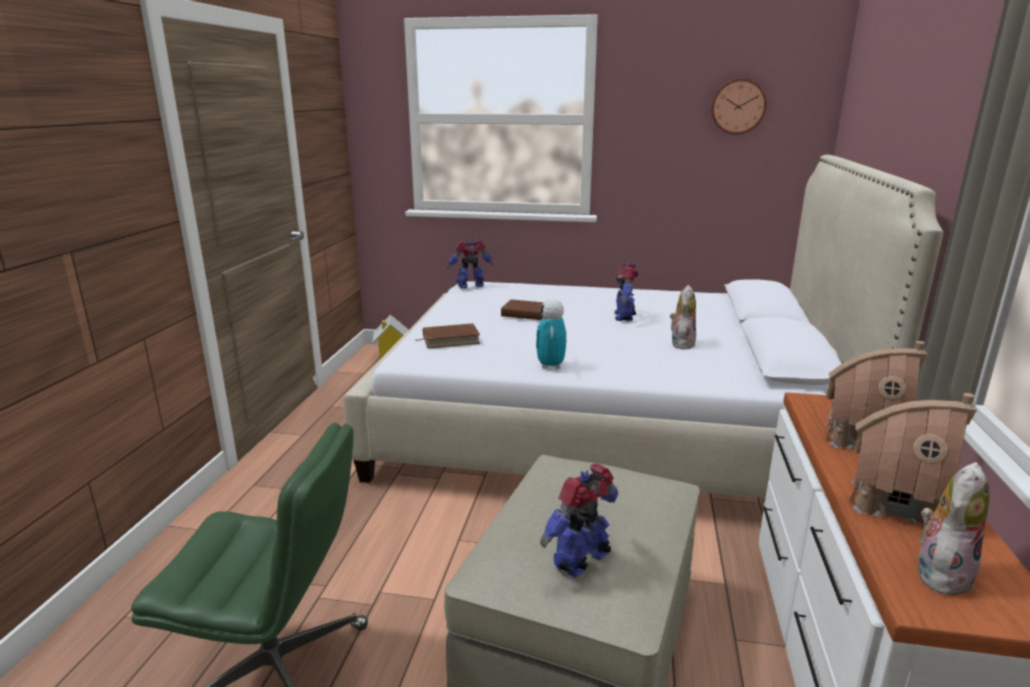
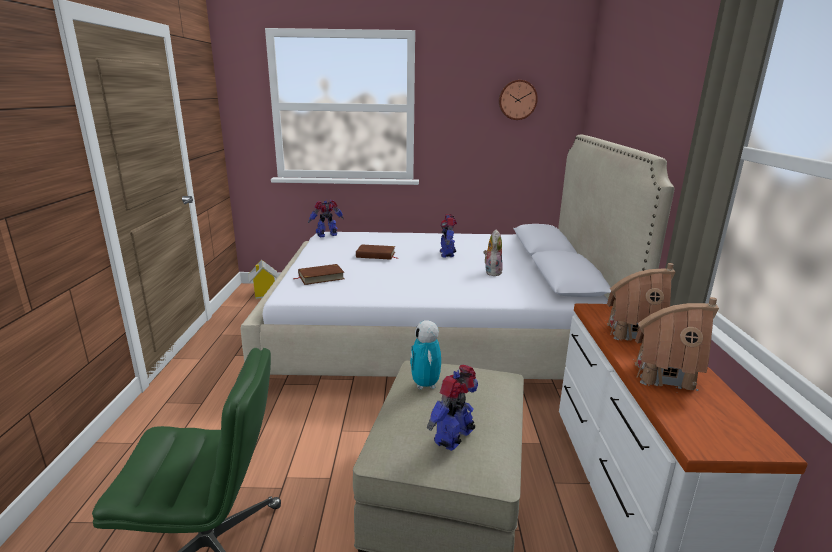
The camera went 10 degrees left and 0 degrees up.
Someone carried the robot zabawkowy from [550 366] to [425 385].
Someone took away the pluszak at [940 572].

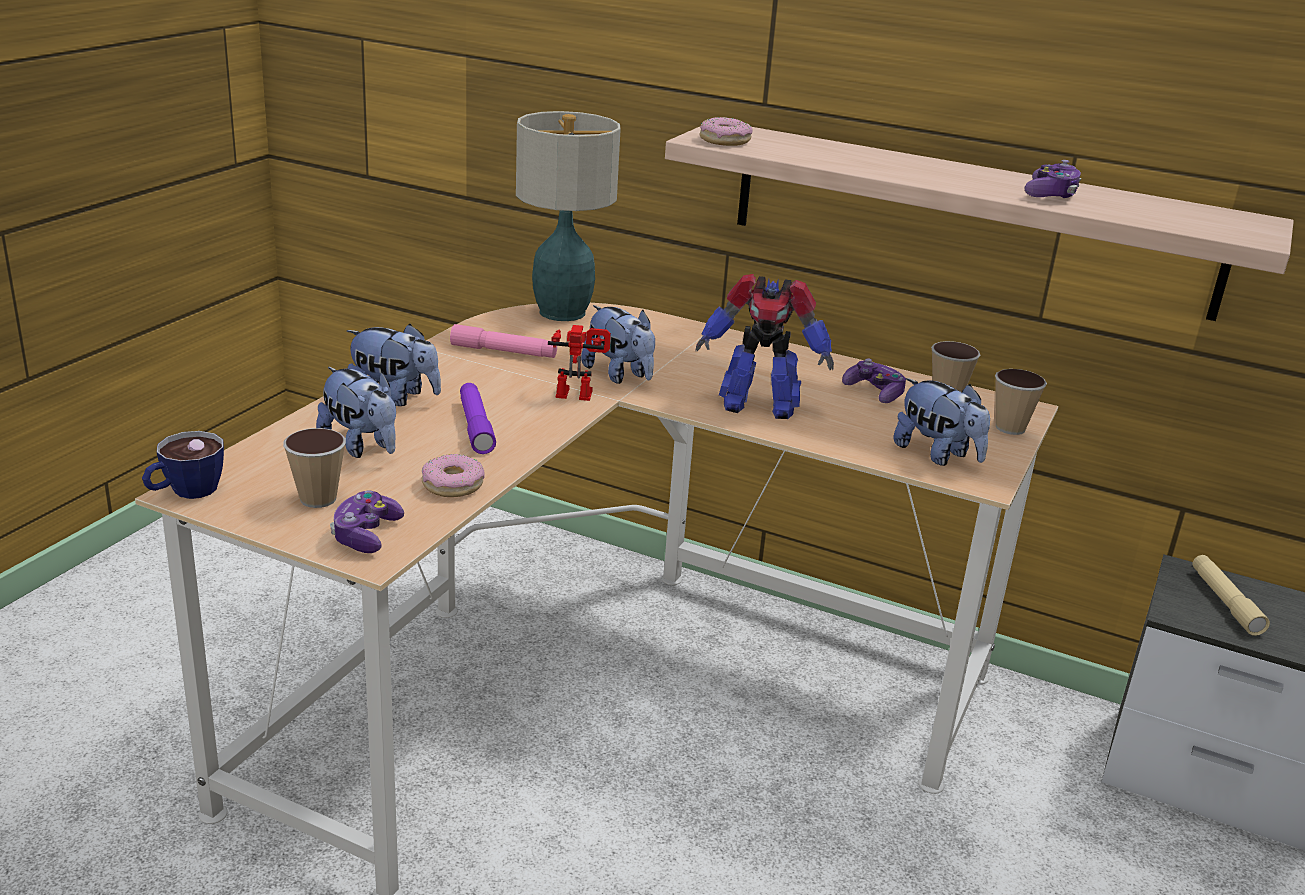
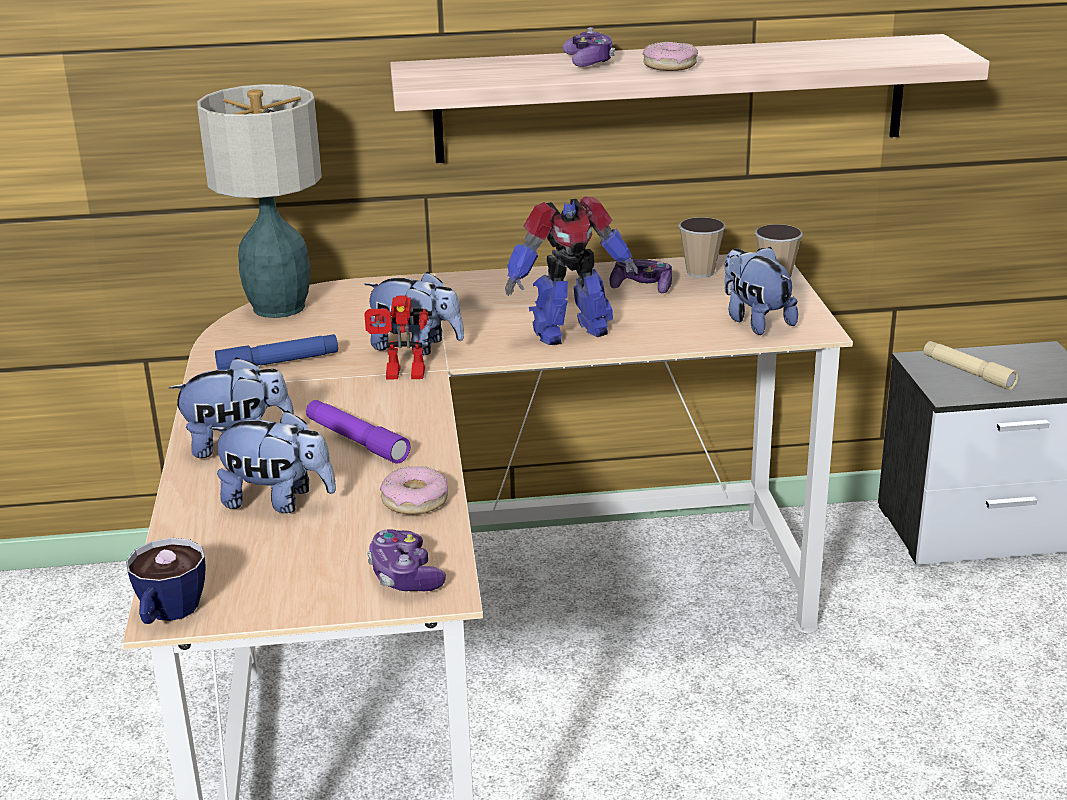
The camera went 30 degrees left and 0 degrees up.
Someone carried the donut from [725 140] to [670 65].
Someone carried the pad do gier from [1050 194] to [589 61].
Someone repainted the latarka/różowy at [503 352], which became the latarka/niebieski at [278 363].
Someone rotated the robot zabawkowy at [577 392] by 150 degrees counterclockwise.
Someone rotated the pluszak at [937 455] by 135 degrees counterclockwise.
Someone took away the filiżanka at [318 499].

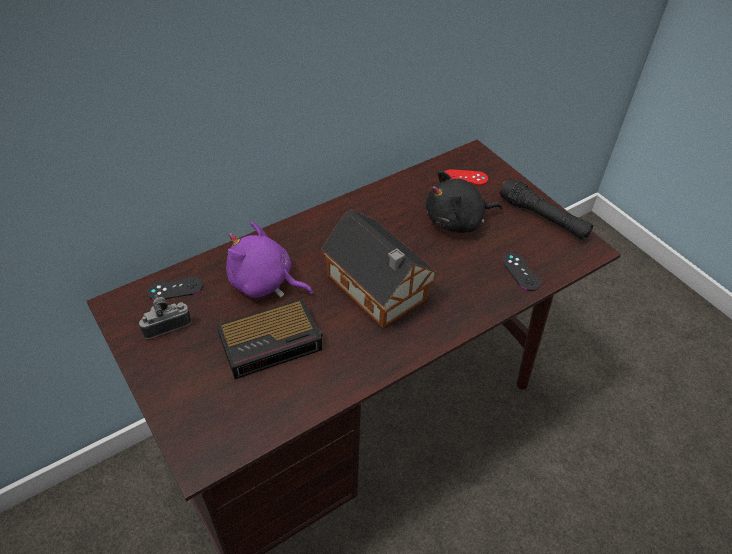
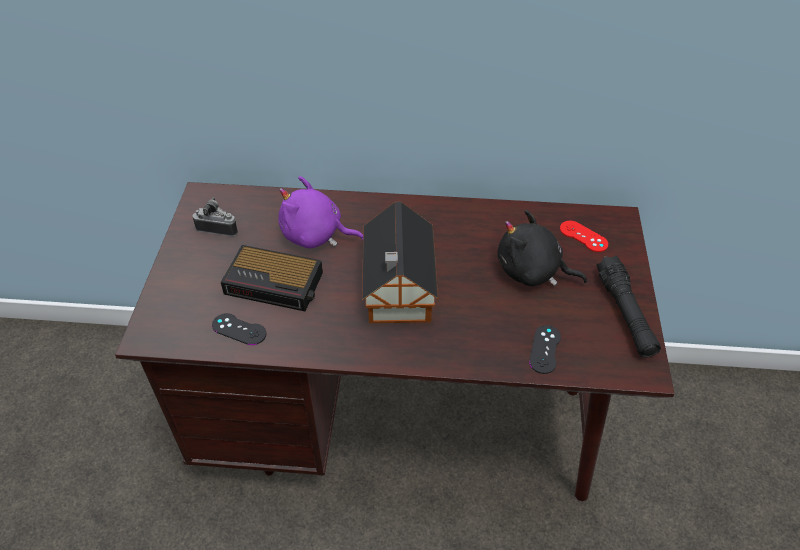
The camera went 40 degrees right and 0 degrees up.
Someone rotated the pluszak/fioletowy at [264 283] by 45 degrees counterclockwise.
Someone carried the pad do gier/czarny from [175 288] to [239 329].

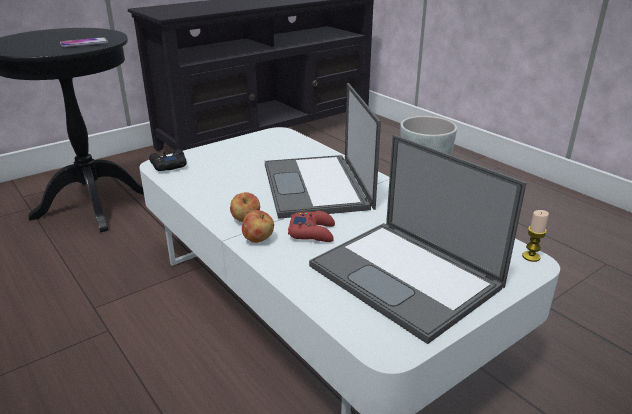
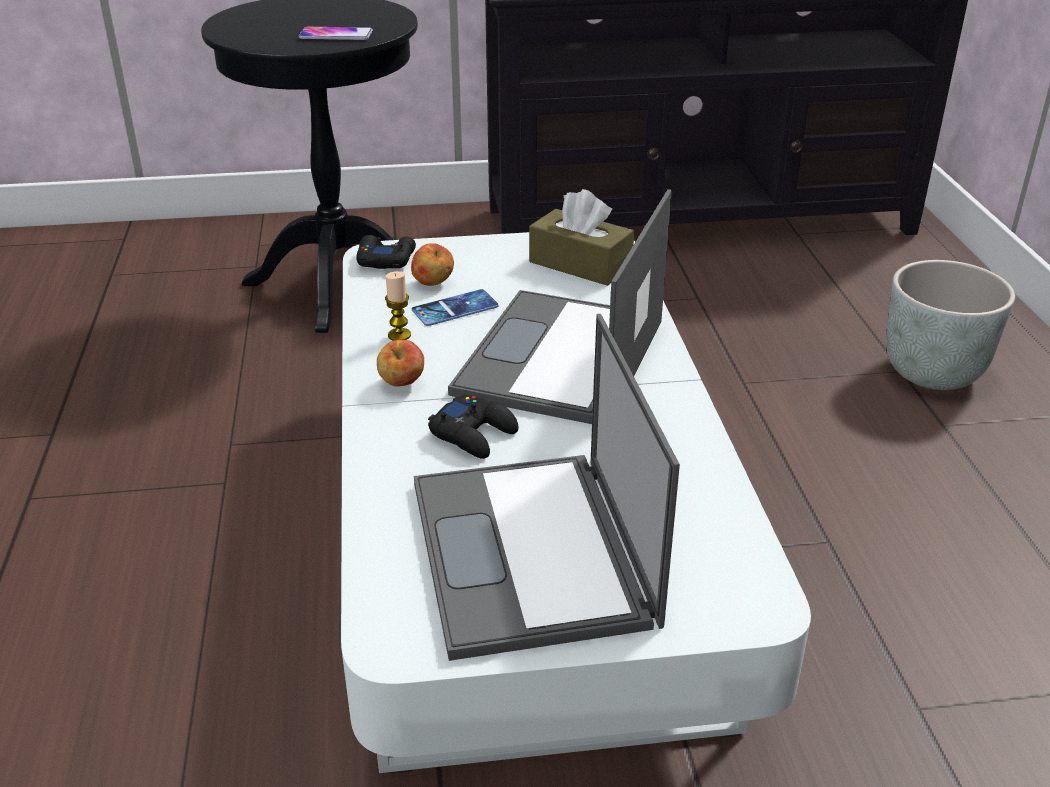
The camera went 30 degrees right and 5 degrees up.
Someone carried the jabłko from [258 239] to [433 283].
Someone carried the świeca from [531 257] to [399 335].
Someone repainted the pad do gier/czerwony at [312 232], which became the pad do gier/czarny at [474 434].
Someone put down the pudełko chusteczek/brązowy at [580 264].
Someone put down the telefon at [455 308].

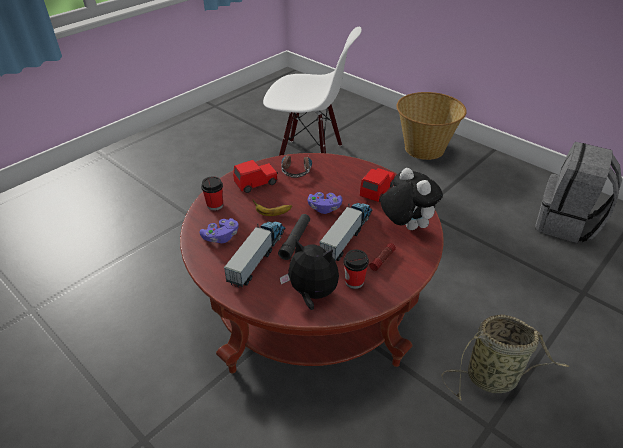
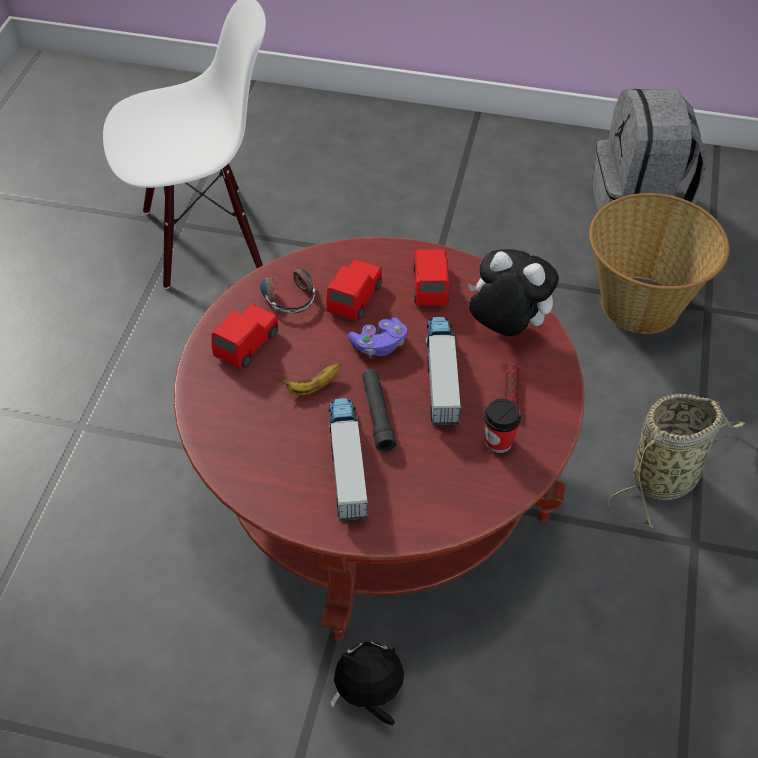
The camera went 30 degrees left and 10 degrees up.
Someone carried the koszyk from [424 149] to [641 306].
Someone took away the filiżanka at [215 205].
Someone took away the pad do gier/fioletowy at [221 237].
Someone carried the pluszak from [311 294] to [369 695].
Someone put down the samochodzik/czerwony at [355 298].

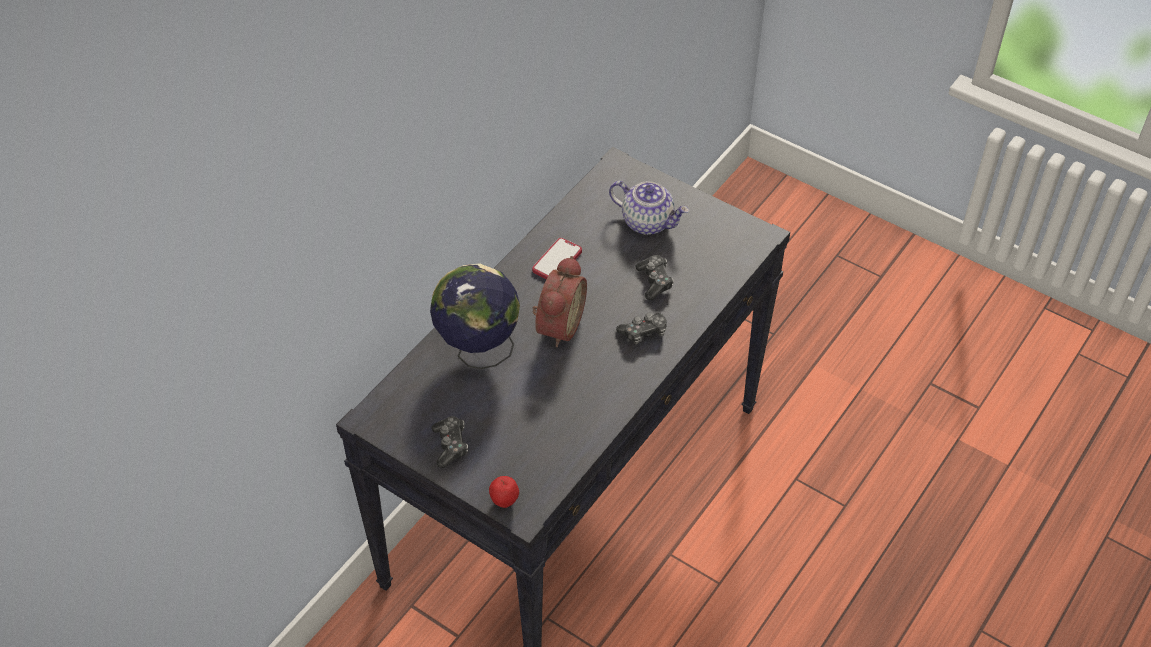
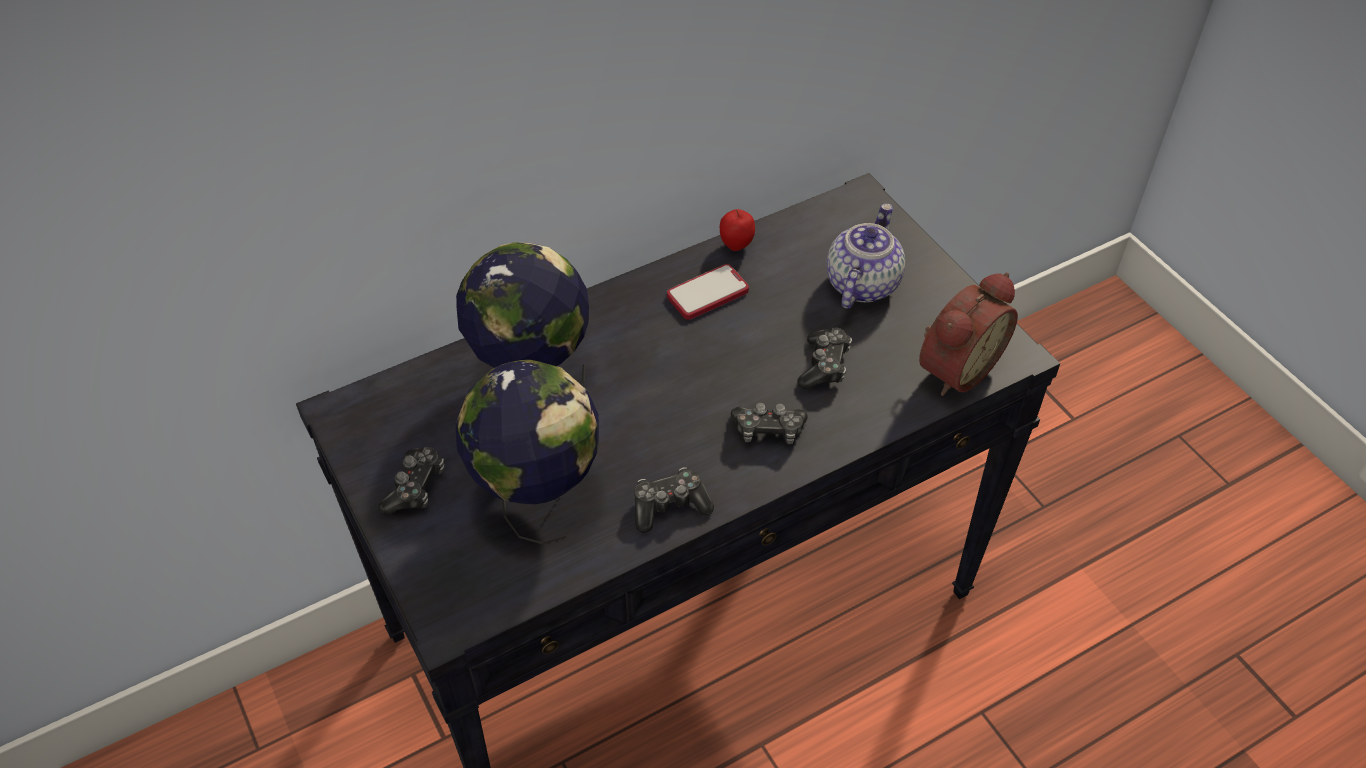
The camera went 25 degrees right and 0 degrees up.
Someone rotated the imbryk at [648 222] by 120 degrees counterclockwise.
Someone carried the budzik from [557 325] to [955 367].
Someone carried the jabłko from [504 502] to [736 246].
Someone put down the globus at [537 495].
Someone put down the pad do gier at [669 506].

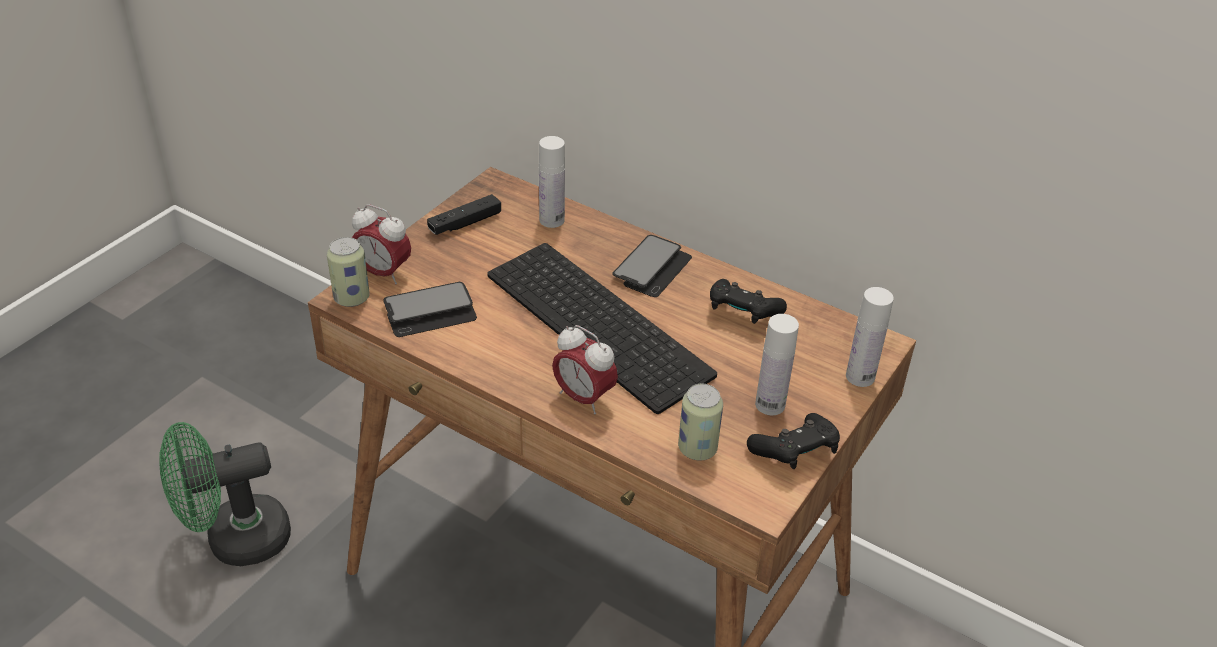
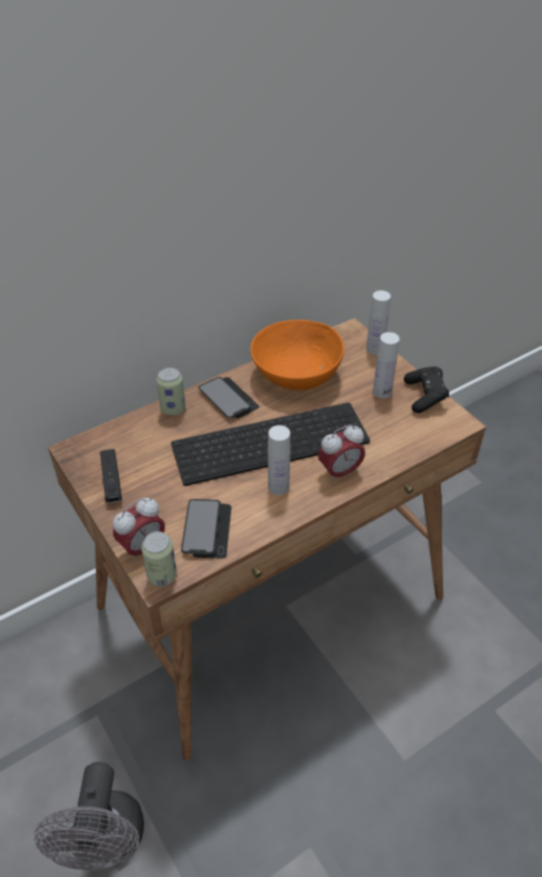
The camera went 65 degrees left and 5 degrees up.
Someone carried the butelka/biały from [551 220] to [278 486].
Someone swapped the pad do gier/czarny at [742 313] for the miska/pomarańczowy at [296 374].
Someone carried the puszka from [697 449] to [173 409].
Someone repainted the wentylator/zielony at [235 540], which became the wentylator/szary at [107 844].

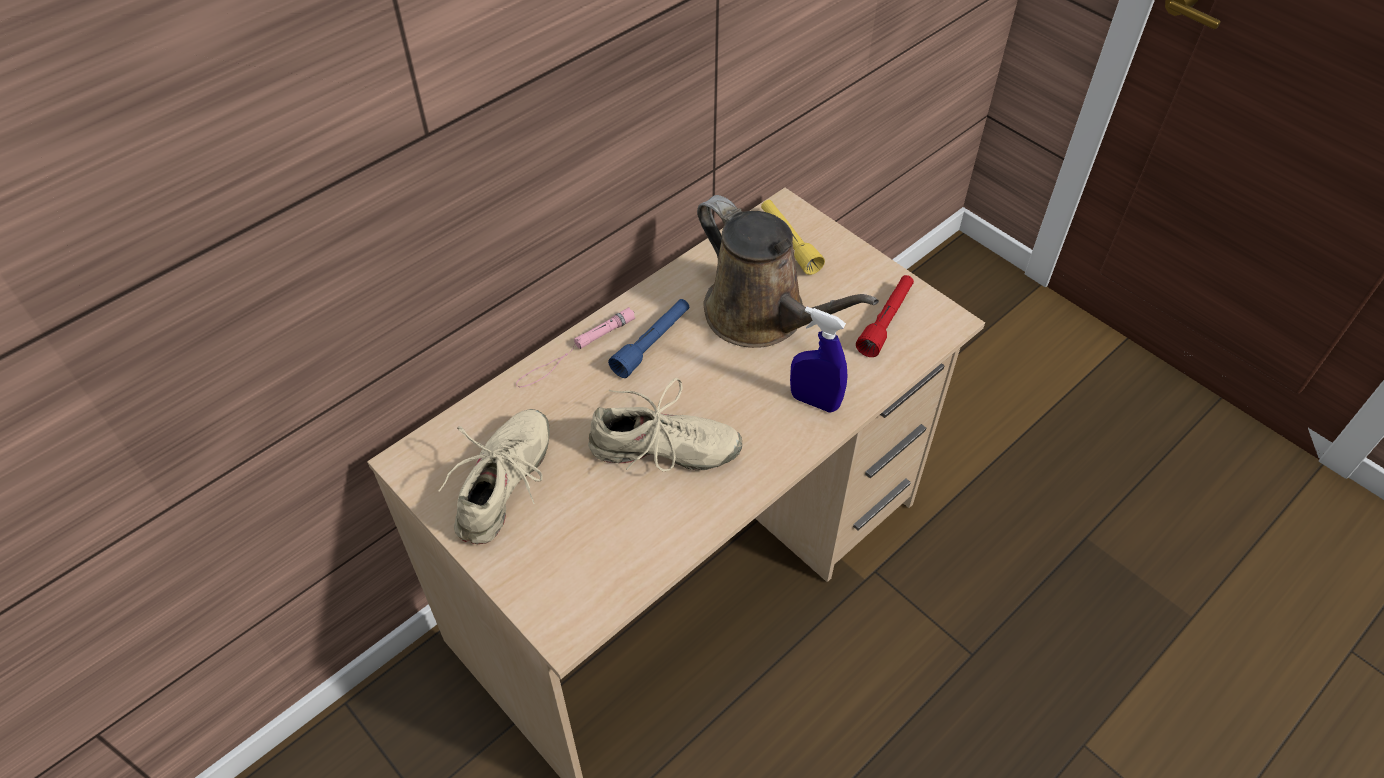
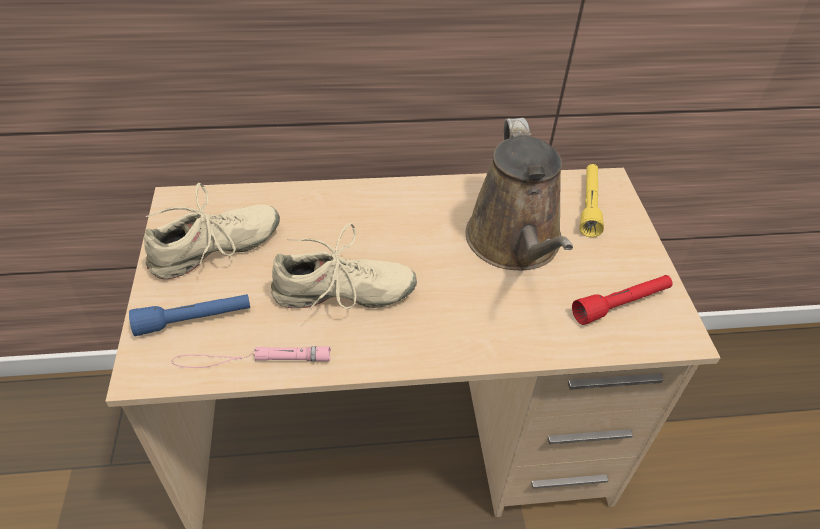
The camera went 35 degrees right and 5 degrees down.
Someone carried the latarka/niebieski from [652 343] to [194 320].
Someone carried the latarka/różowy from [576 351] to [251 360].
Someone took away the spryskiwacz/niebieski at [814 401].
Someone rotated the but/beżowy at [664 451] by 45 degrees counterclockwise.

